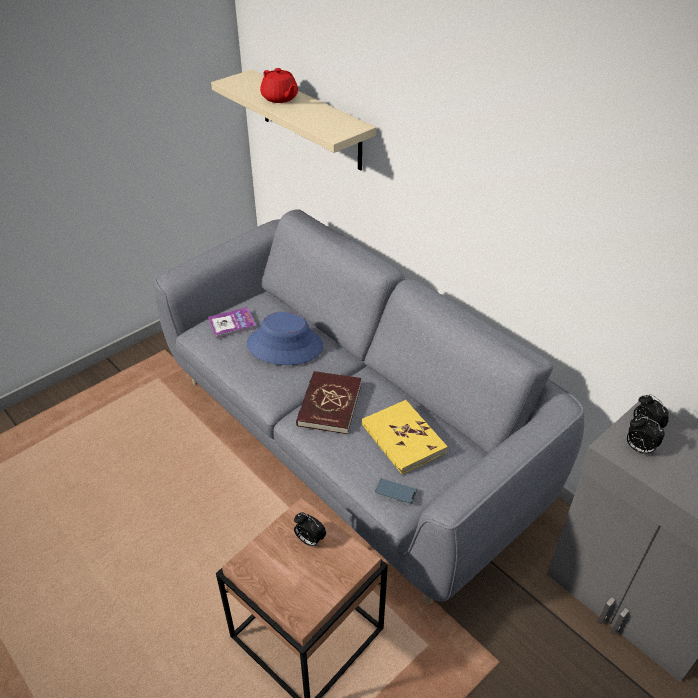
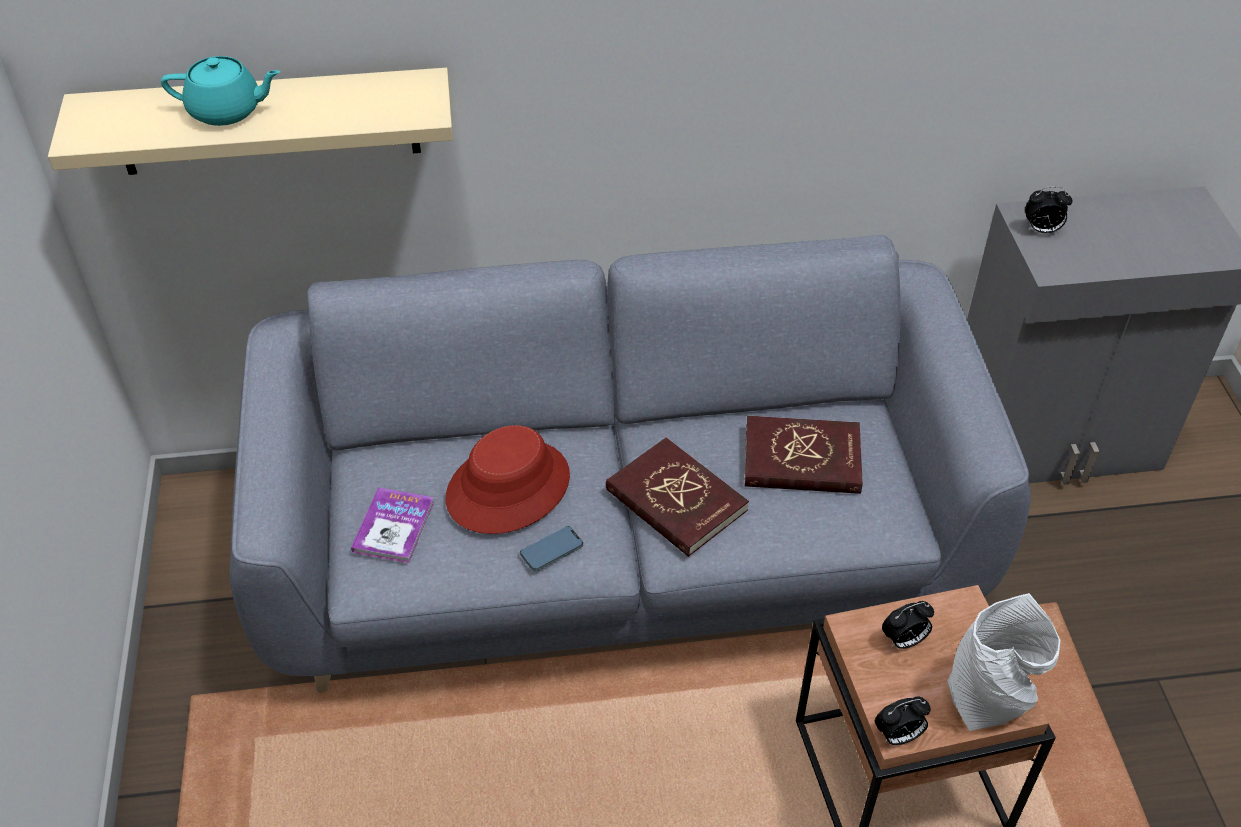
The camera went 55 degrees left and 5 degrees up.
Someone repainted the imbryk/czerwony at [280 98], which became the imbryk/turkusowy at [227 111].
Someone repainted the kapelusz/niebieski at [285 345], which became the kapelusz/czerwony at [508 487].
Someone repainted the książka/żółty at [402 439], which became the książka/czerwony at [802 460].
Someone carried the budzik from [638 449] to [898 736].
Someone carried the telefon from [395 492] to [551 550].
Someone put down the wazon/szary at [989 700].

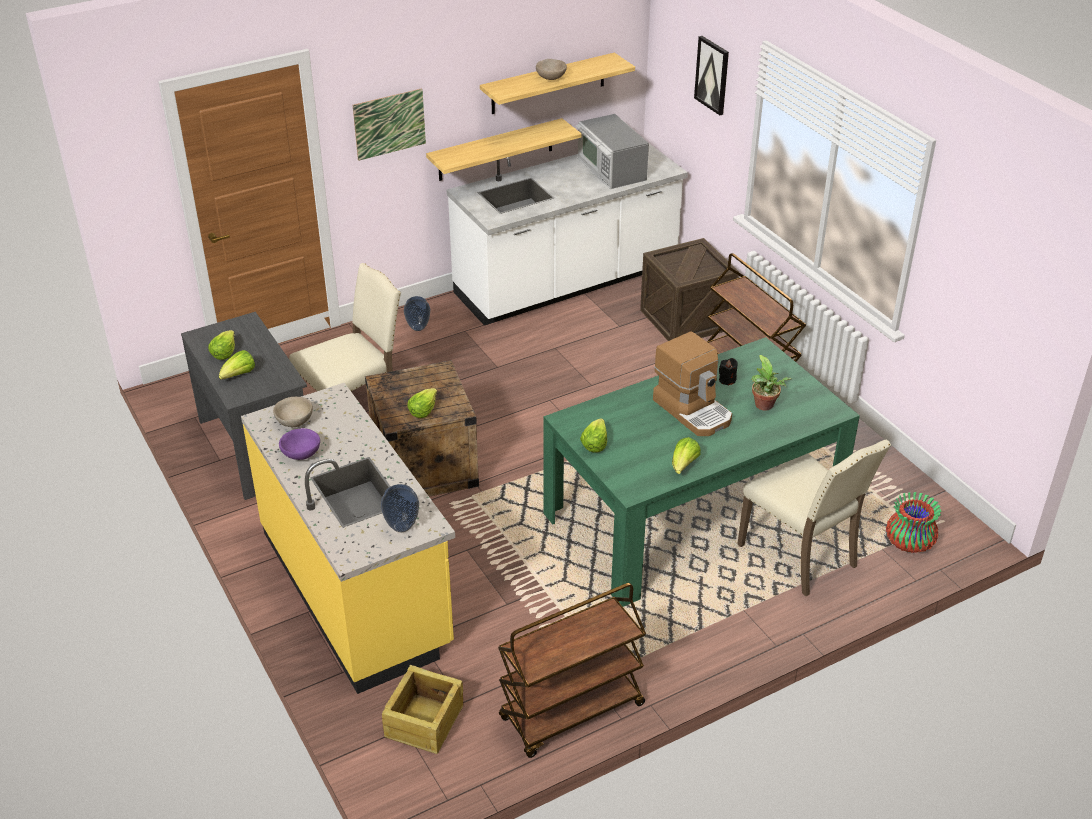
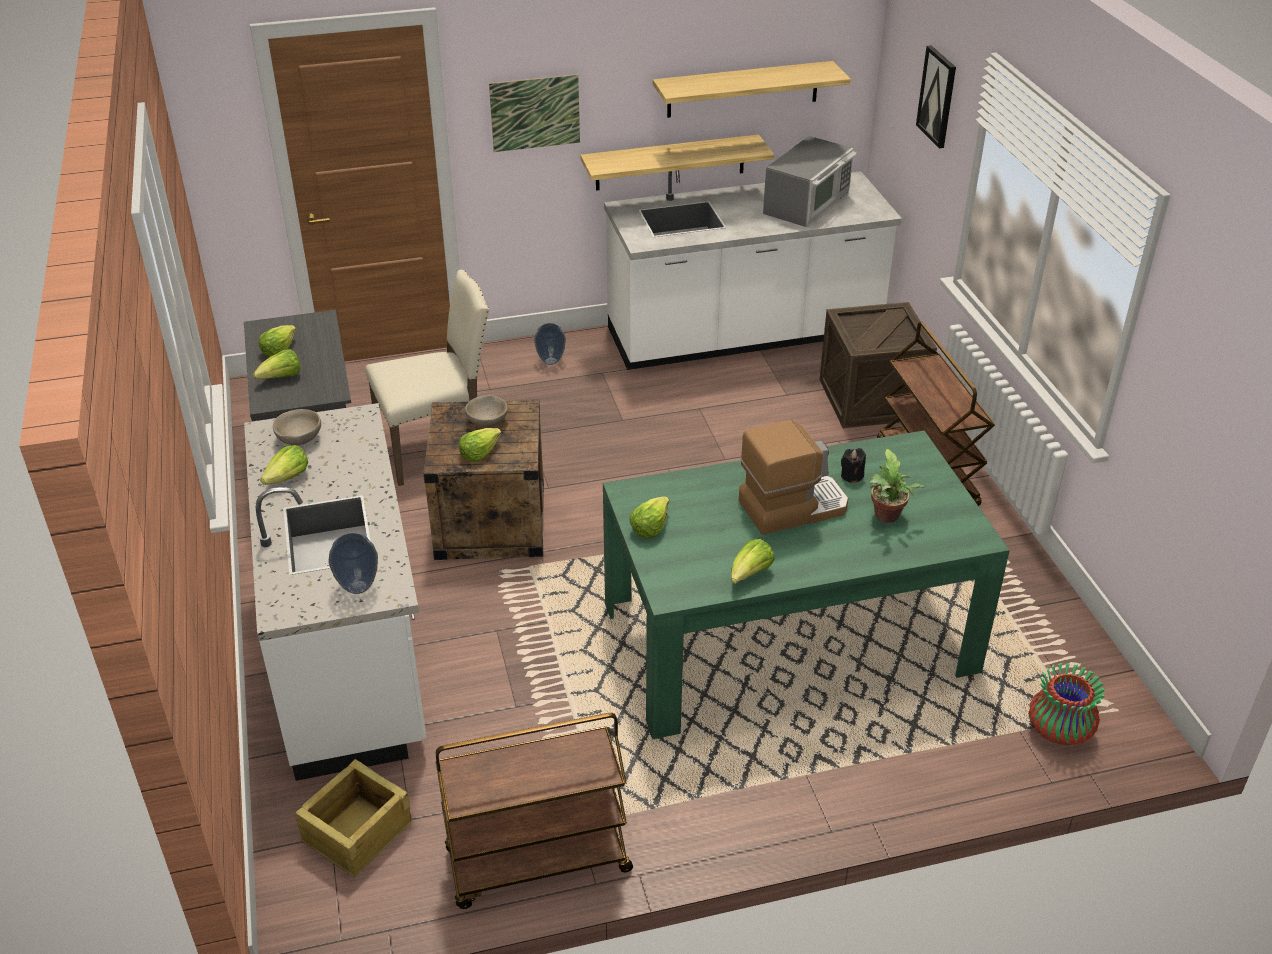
The camera went 15 degrees right and 0 degrees up.
Someone carried the miska/beżowy from [551 78] to [487 422].
Someone rotated the mikrofalówka at [610 169] by 135 degrees counterclockwise.
Someone rotated the ekspres do kawy at [693 410] by 90 degrees counterclockwise.
Someone repainted the zabudowa kuchenna/żółty at [357 589], which became the zabudowa kuchenna/biały at [351 653].
Someone swapped the miska/fioletowy at [301 454] for the sałata at [288 478].
Someone took away the krzesło/beżowy at [801 556].

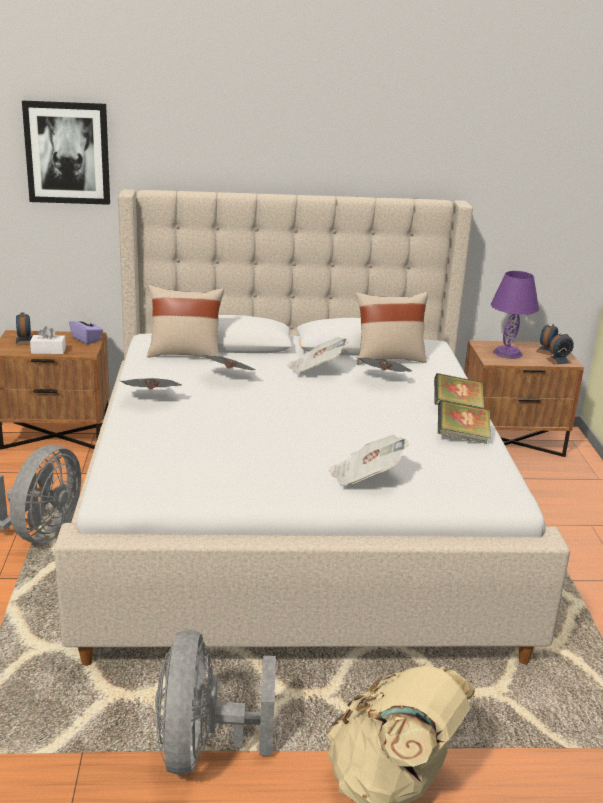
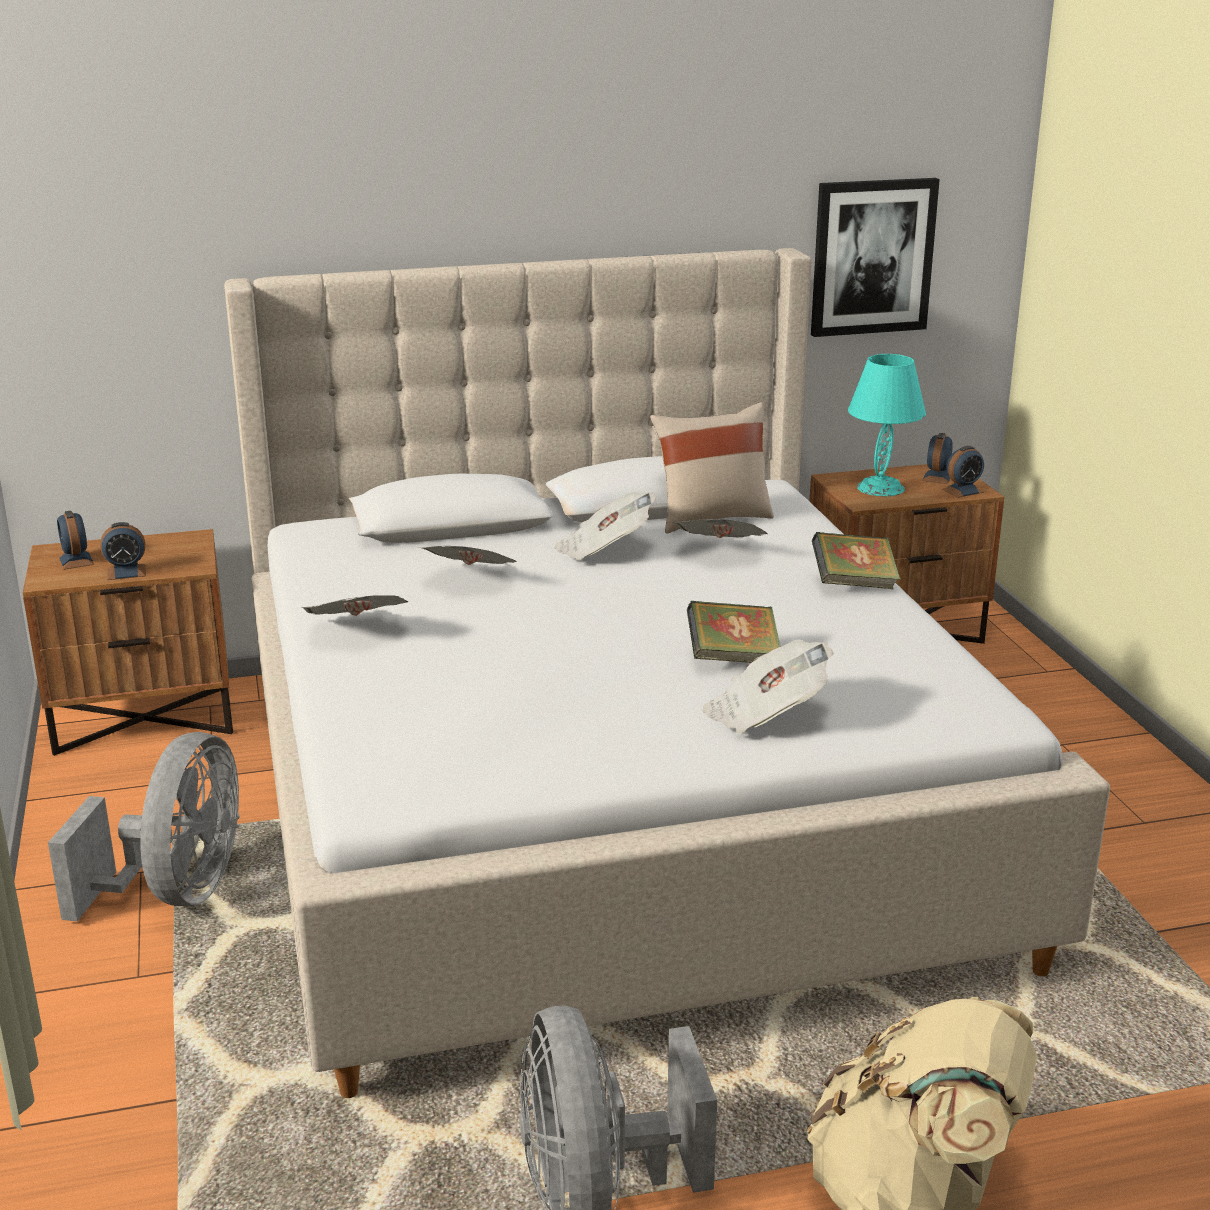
The camera went 10 degrees left and 0 degrees up.
Someone carried the obraz from [67 153] to [872 257].
Someone repainted the lampa stołowa/fioletowy at [507 353], which became the lampa stołowa/turkusowy at [880 487].
Someone took away the poduszka/beżowy at [185 354].
Someone took away the pudełko chusteczek/fioletowy at [86 339].
Someone swapped the pudełko chusteczek/biały at [48 351] for the budzik at [126 572].
Someone carried the książka from [462 437] to [733 659].

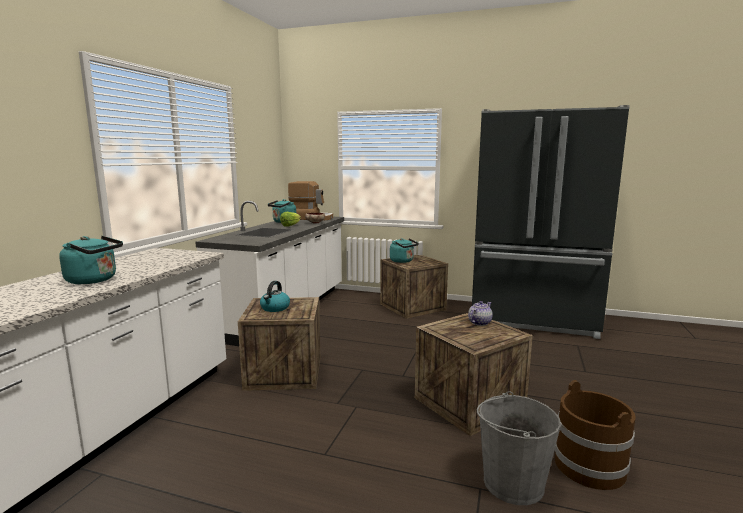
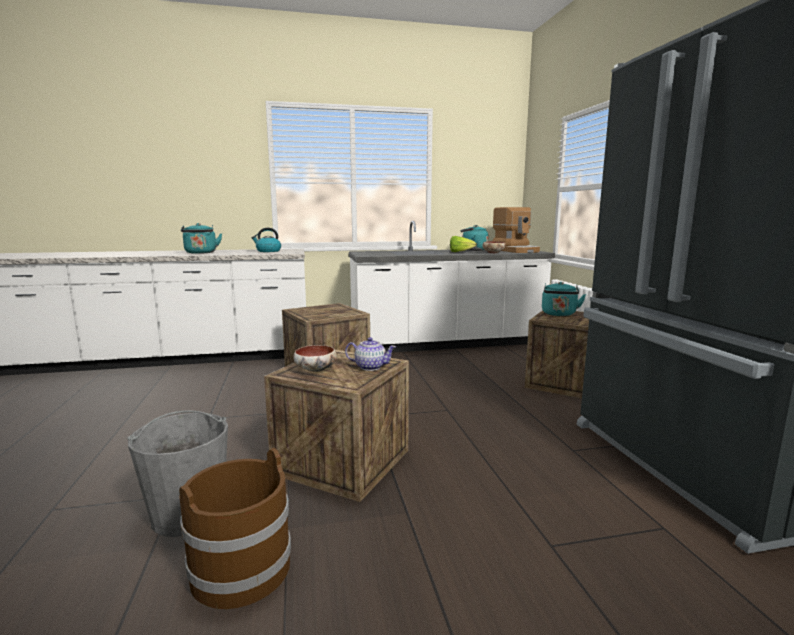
The camera went 60 degrees right and 0 degrees up.
Someone carried the czajnik from [275 308] to [268 251].
Someone put down the miska at [316 370].

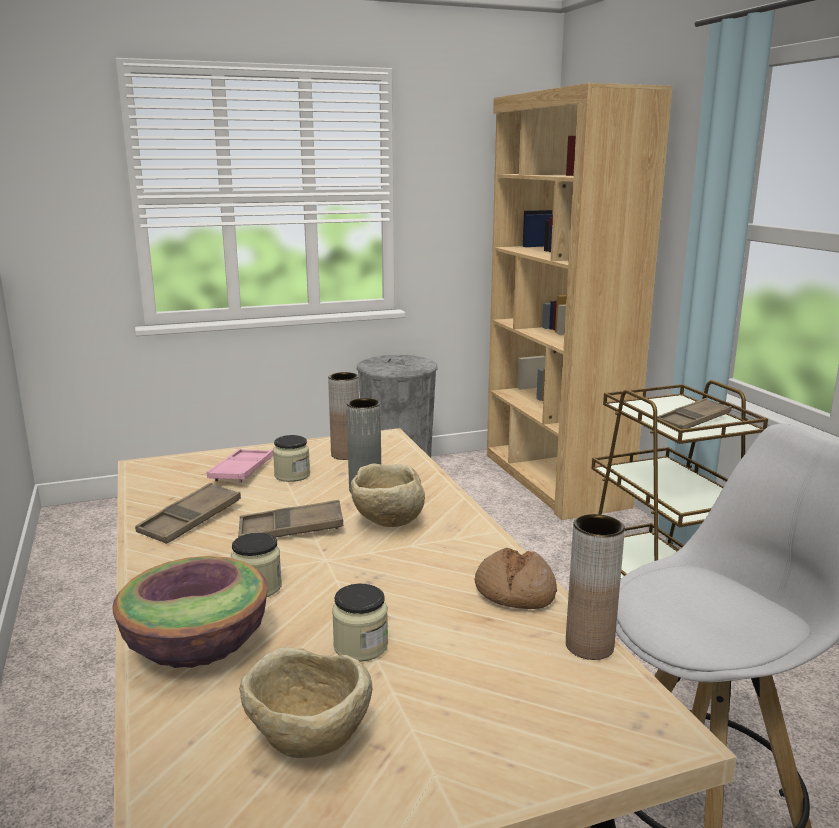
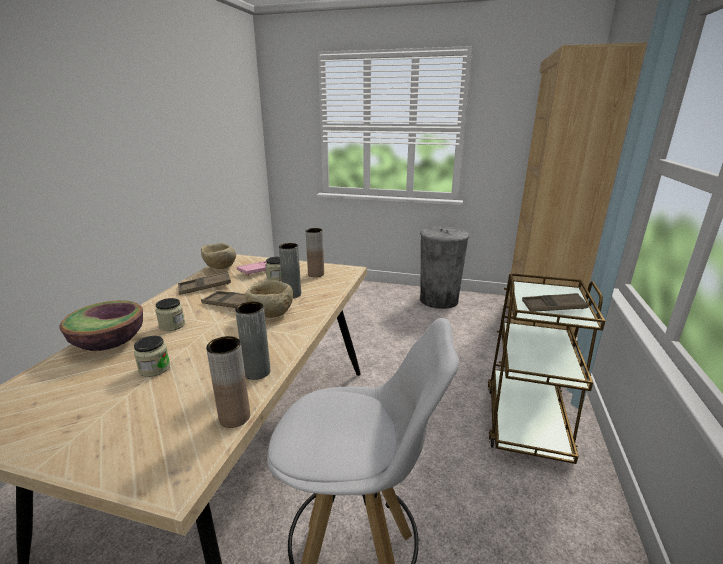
The camera went 35 degrees right and 5 degrees up.
Someone swapped the chleb at [514 592] for the wazon/szary at [257 372].
Someone carried the miska/beżowy from [308 745] to [220 268].

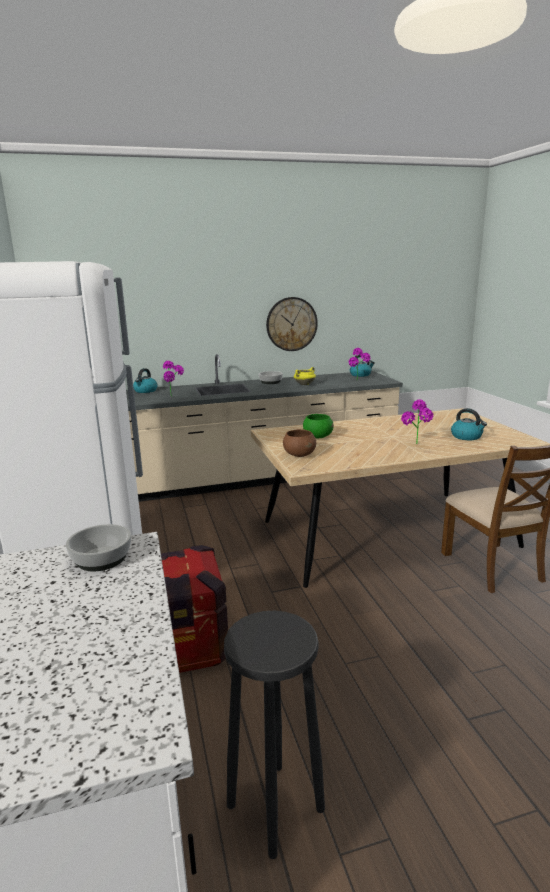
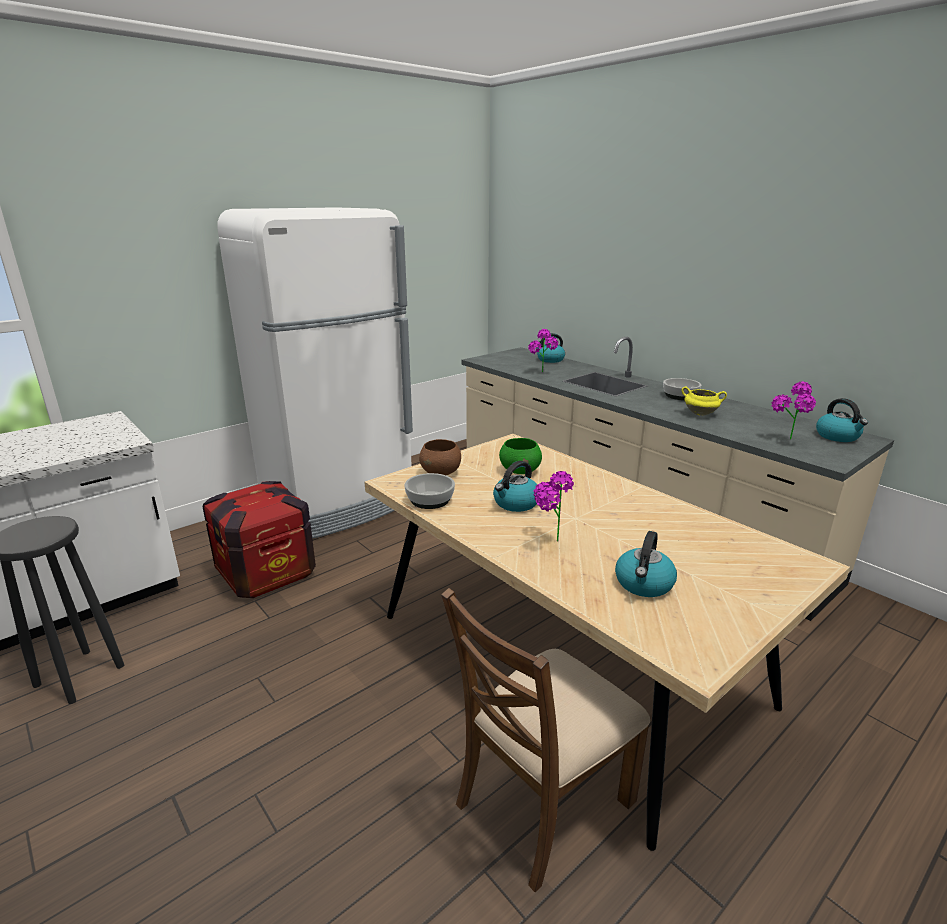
The camera went 65 degrees right and 5 degrees up.
Someone took away the zegar ścienny at [291 324].
Someone carried the miska from [102 558] to [430 500].
Someone put down the czajnik at [516 503].

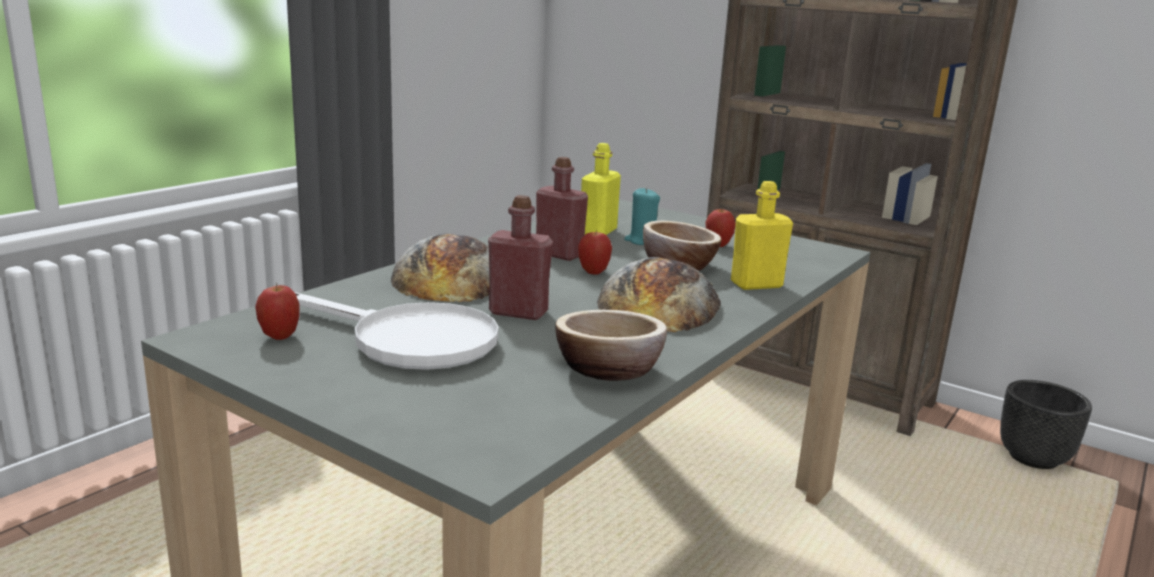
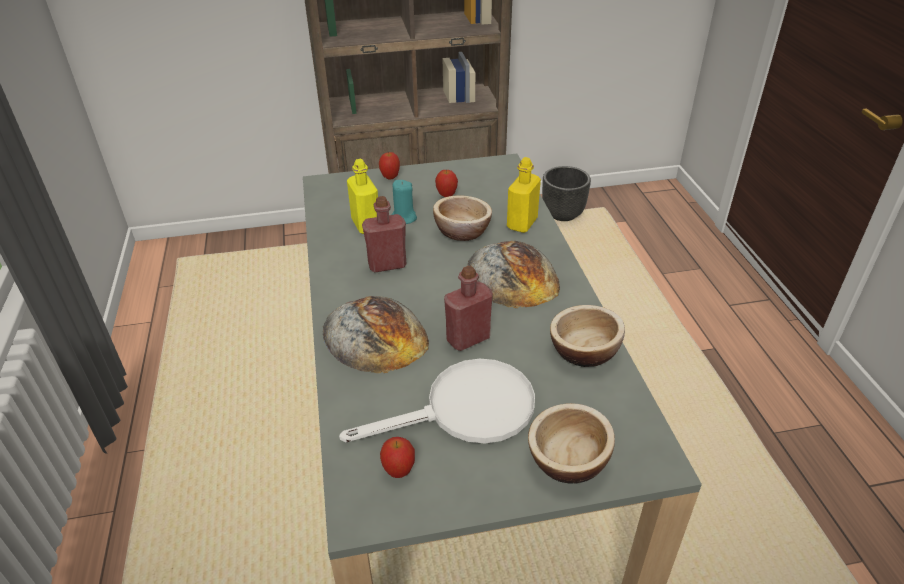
The camera went 45 degrees left and 20 degrees up.
Someone carried the jabłko from [593 272] to [390 177].
Someone put down the miska at [568 460].

